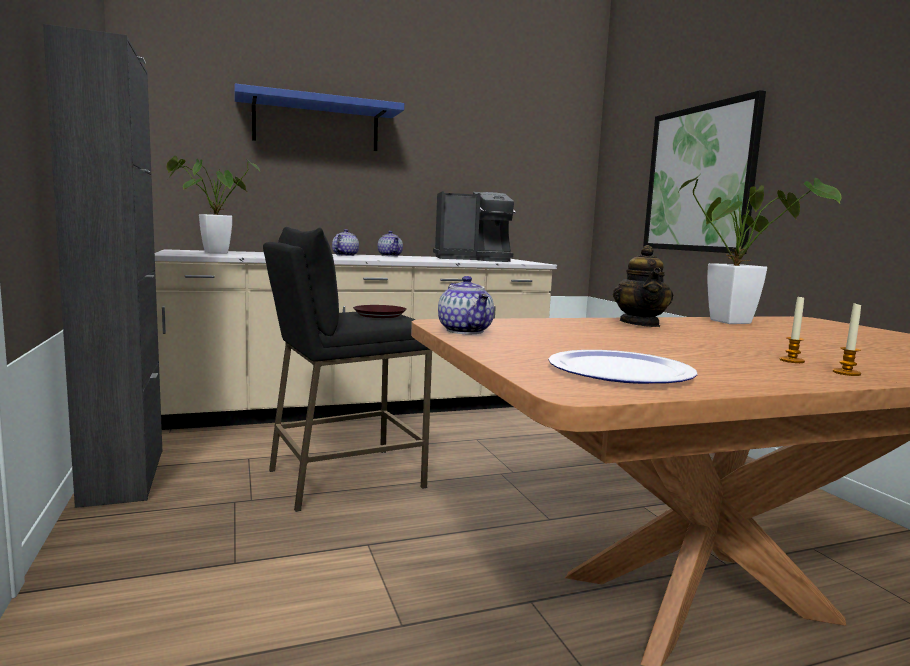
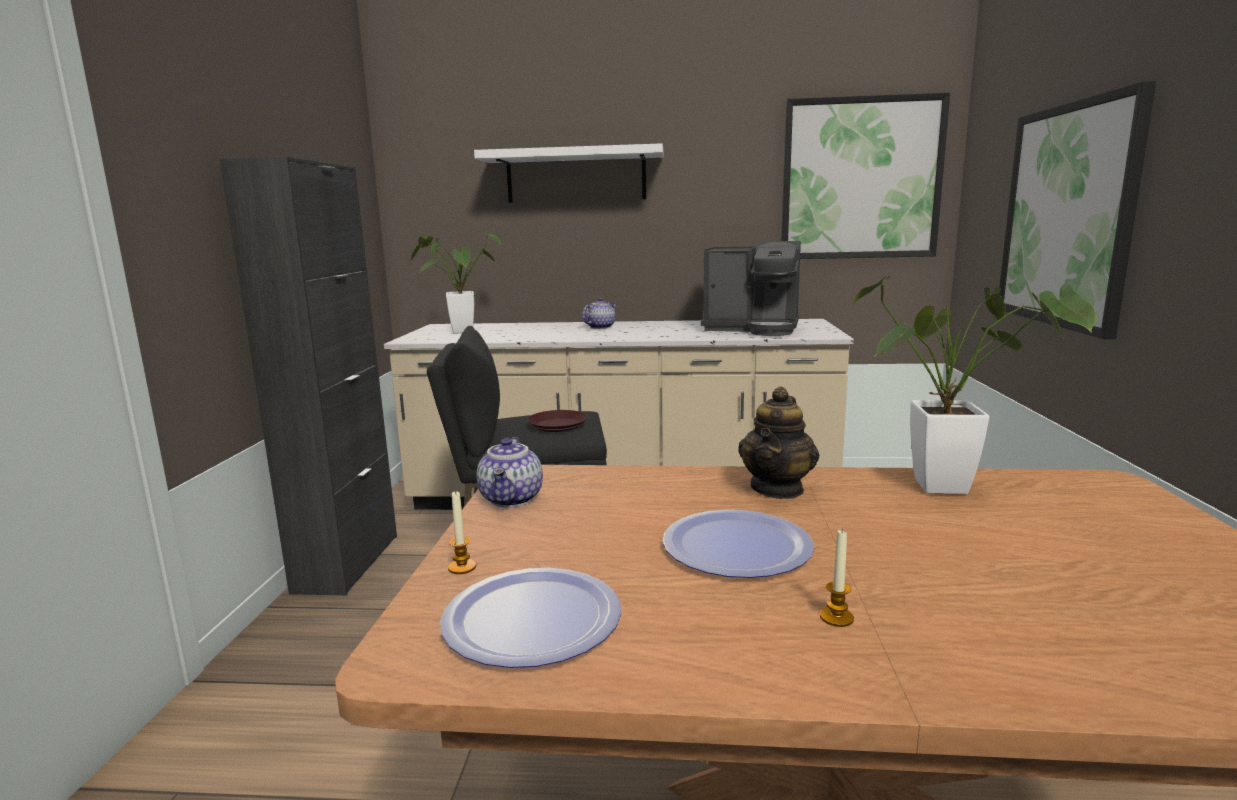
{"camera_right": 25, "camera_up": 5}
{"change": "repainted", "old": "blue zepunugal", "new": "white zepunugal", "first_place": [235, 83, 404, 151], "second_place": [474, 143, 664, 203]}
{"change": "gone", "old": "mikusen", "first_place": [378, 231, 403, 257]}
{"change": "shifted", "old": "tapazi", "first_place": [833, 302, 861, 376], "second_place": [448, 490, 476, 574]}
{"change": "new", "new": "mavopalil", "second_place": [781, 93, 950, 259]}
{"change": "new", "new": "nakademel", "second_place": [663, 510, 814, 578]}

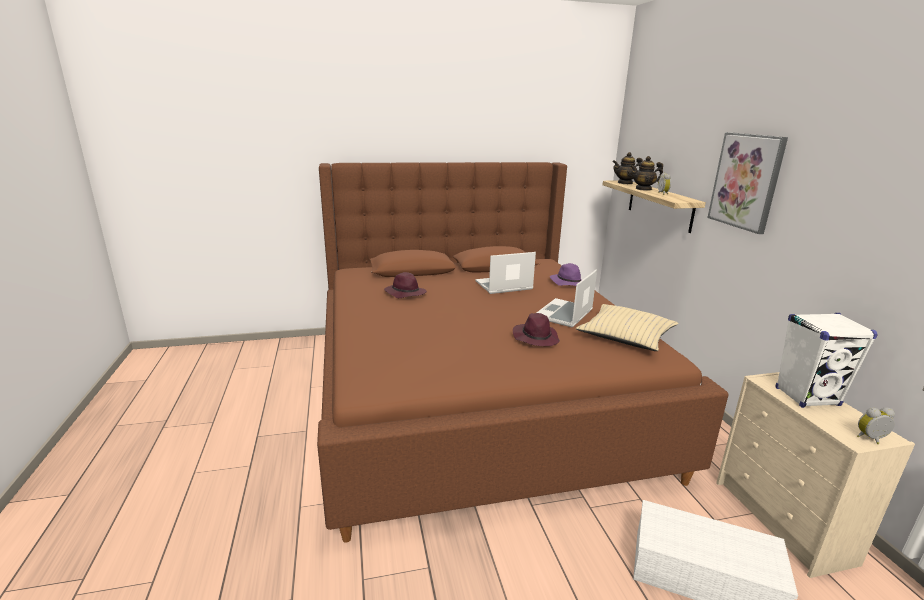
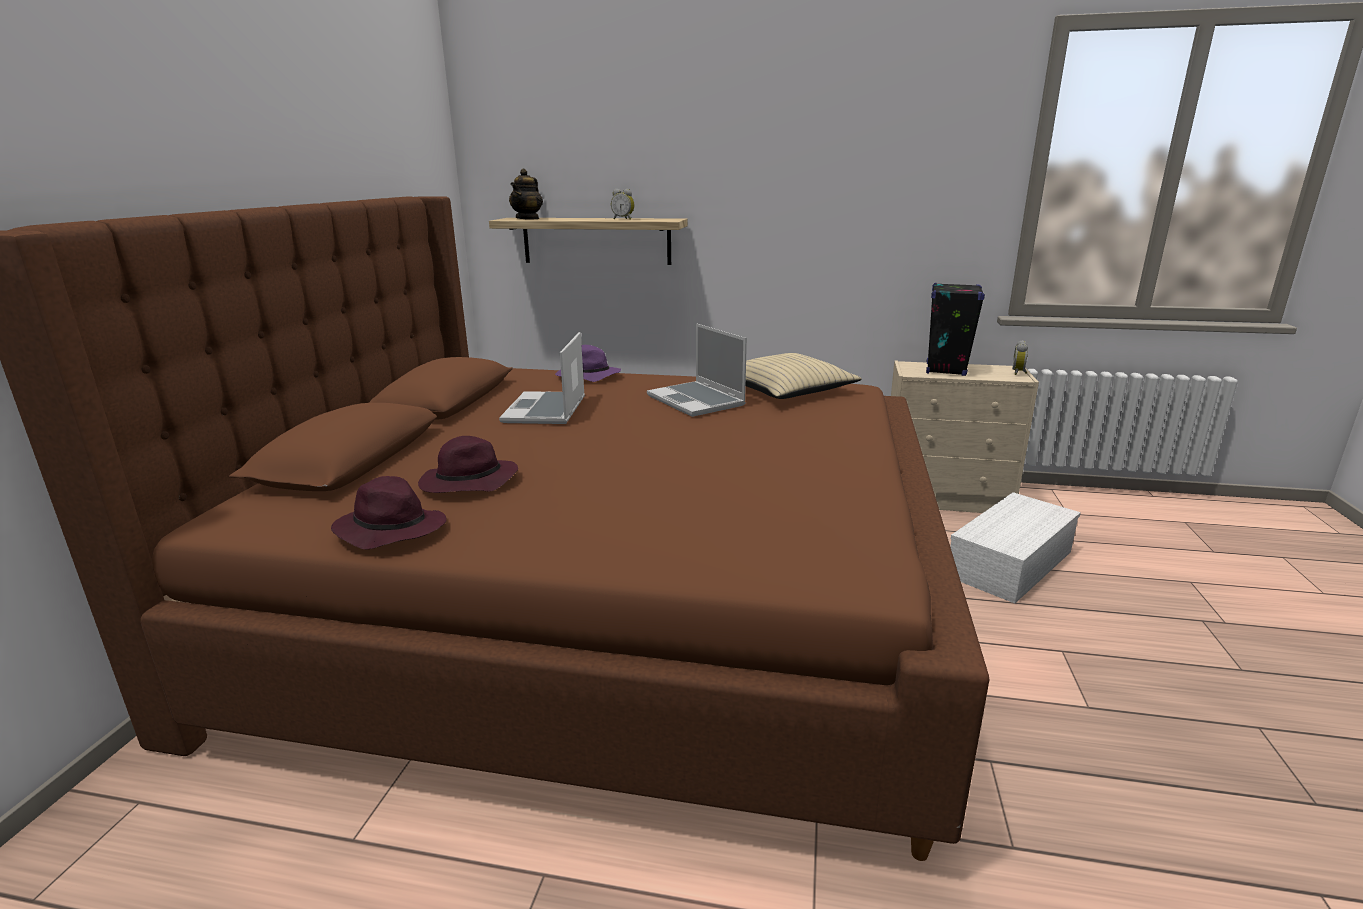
{"camera_right": -65, "camera_up": 0}
{"change": "gone", "old": "mavopalil", "first_place": [707, 132, 788, 234]}
{"change": "gone", "old": "mikusen", "first_place": [630, 156, 663, 191]}
{"change": "shifted", "old": "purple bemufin", "first_place": [513, 313, 560, 346], "second_place": [331, 476, 447, 549]}
{"change": "repainted", "old": "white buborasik", "new": "black buborasik", "first_place": [775, 313, 878, 408], "second_place": [926, 282, 985, 376]}

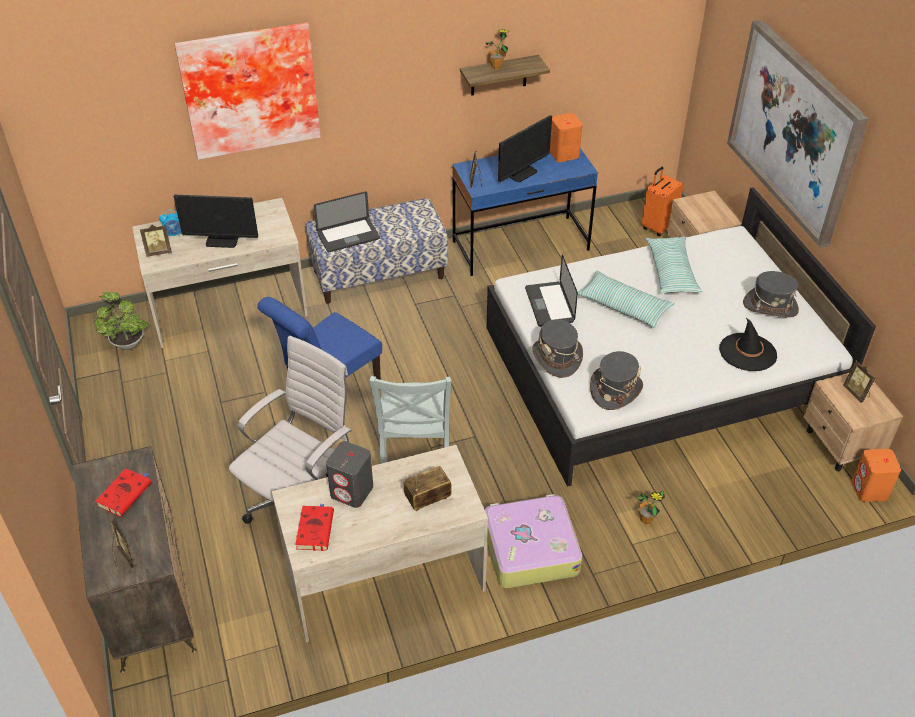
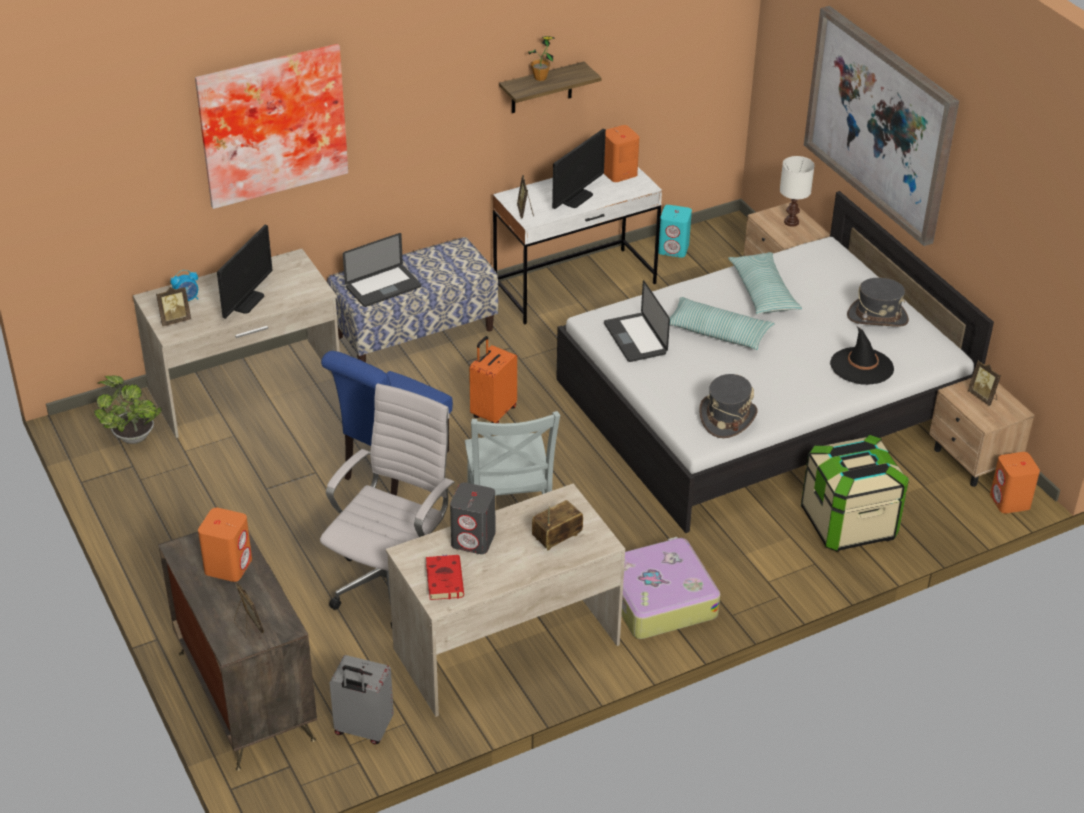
{"camera_right": -10, "camera_up": -5}
{"change": "repainted", "old": "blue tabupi", "new": "white tabupi", "first_place": [452, 148, 598, 276], "second_place": [493, 167, 662, 324]}
{"change": "shifted", "old": "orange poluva", "first_place": [642, 167, 683, 236], "second_place": [469, 336, 517, 423]}
{"change": "rotated", "old": "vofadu", "first_place": [174, 195, 258, 248], "second_place": [217, 225, 273, 319], "degrees": -60}
{"change": "gone", "old": "grey bemufin", "first_place": [532, 319, 583, 378]}
{"change": "swapped", "old": "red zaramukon", "new": "orange buborasik", "first_place": [95, 468, 151, 517], "second_place": [198, 508, 252, 582]}
{"change": "gone", "old": "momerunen", "first_place": [635, 490, 665, 524]}
{"change": "new", "new": "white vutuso", "second_place": [780, 156, 815, 227]}
{"change": "new", "new": "turquoise buborasik", "second_place": [658, 205, 692, 258]}
{"change": "new", "new": "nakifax", "second_place": [801, 435, 909, 552]}
{"change": "new", "new": "grey poluva", "second_place": [330, 655, 394, 744]}

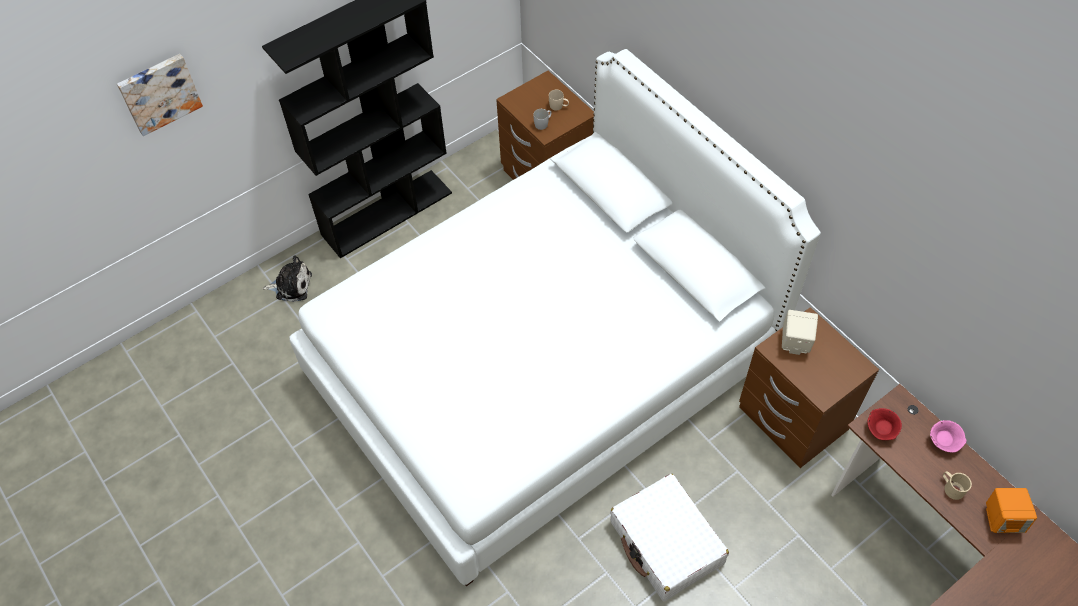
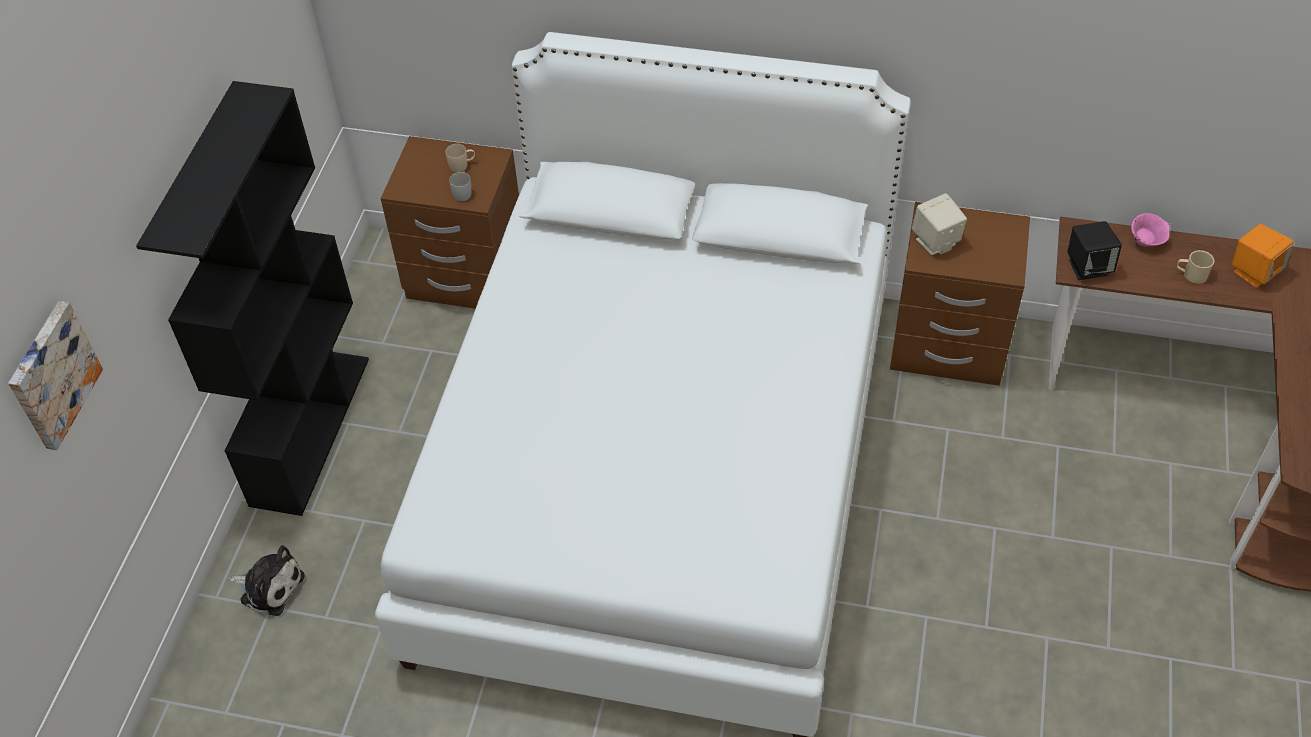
{"camera_right": -40, "camera_up": -5}
{"change": "rotated", "old": "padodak", "first_place": [263, 255, 312, 302], "second_place": [229, 545, 305, 616], "degrees": 60}
{"change": "swapped", "old": "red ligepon", "new": "black buborasik", "first_place": [867, 408, 902, 440], "second_place": [1067, 221, 1122, 280]}
{"change": "gone", "old": "white poluva", "first_place": [610, 474, 729, 601]}

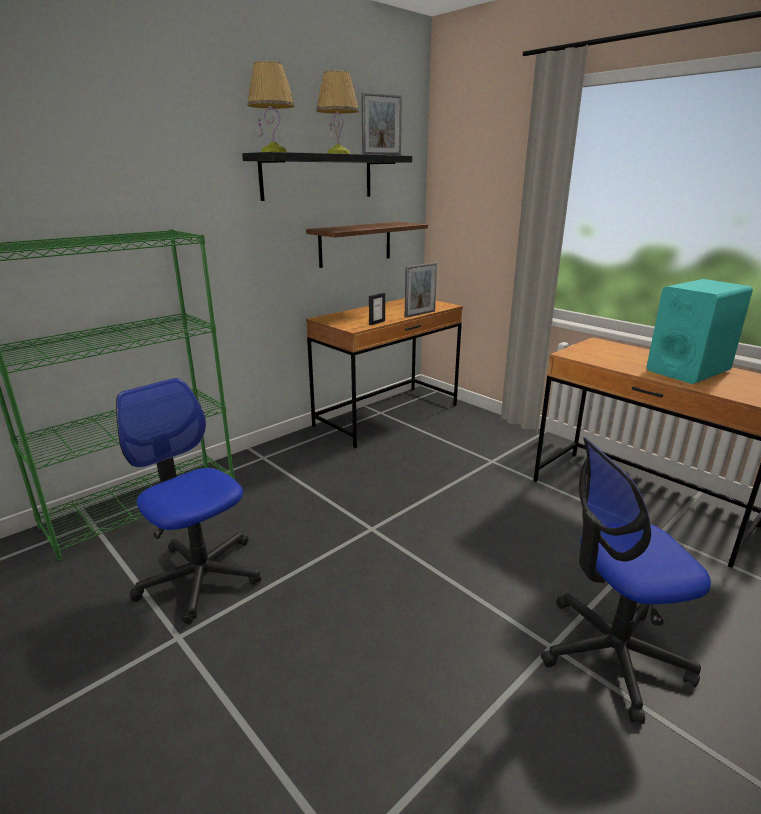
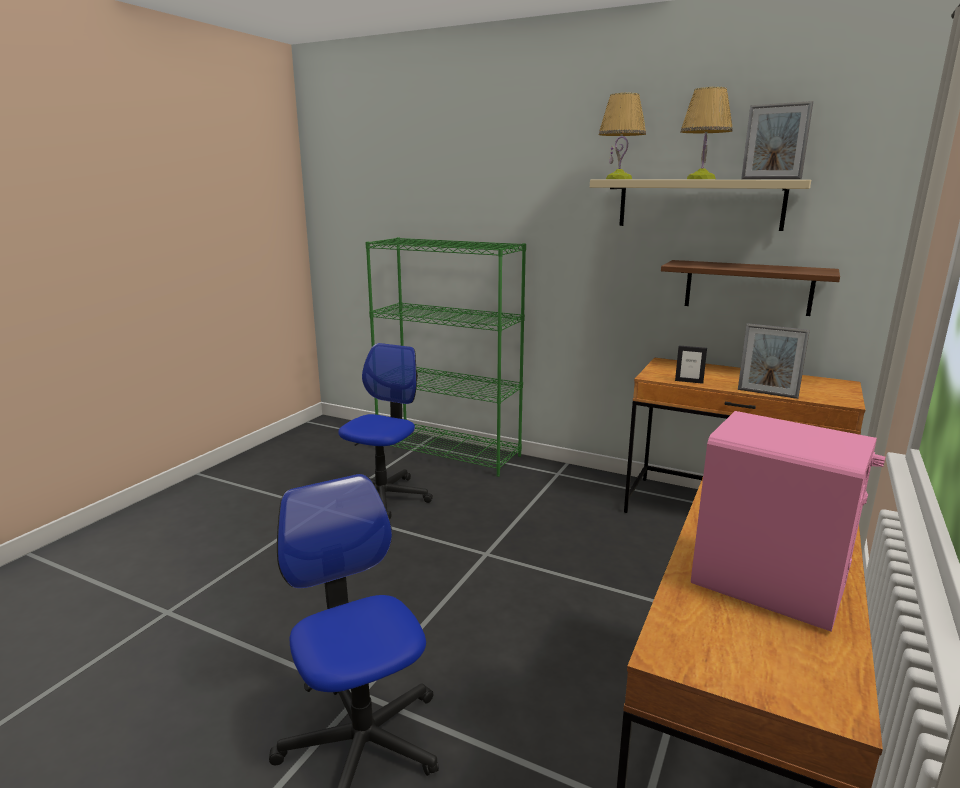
{"camera_right": 70, "camera_up": -5}
{"change": "repainted", "old": "black zepunugal", "new": "beige zepunugal", "first_place": [242, 152, 412, 201], "second_place": [590, 180, 811, 231]}
{"change": "repainted", "old": "turquoise buborasik", "new": "pink buborasik", "first_place": [647, 279, 753, 384], "second_place": [691, 411, 885, 632]}

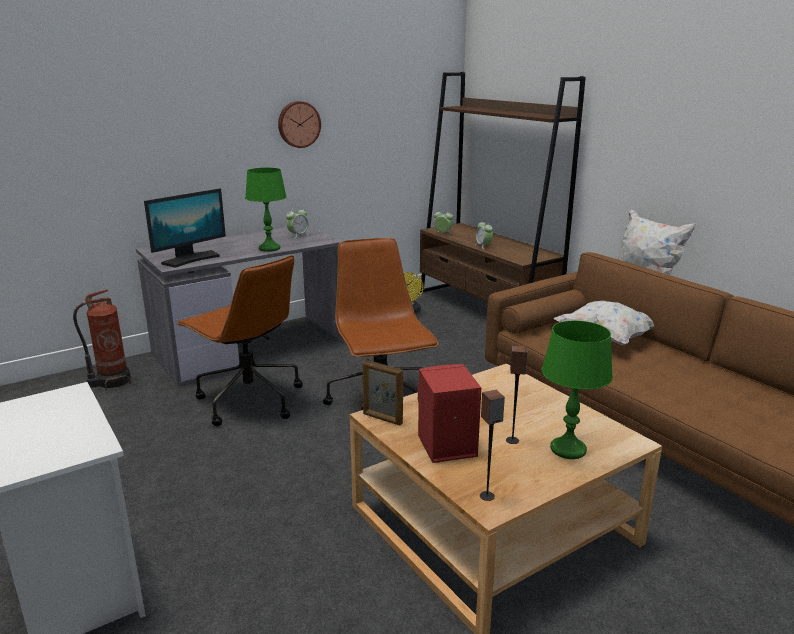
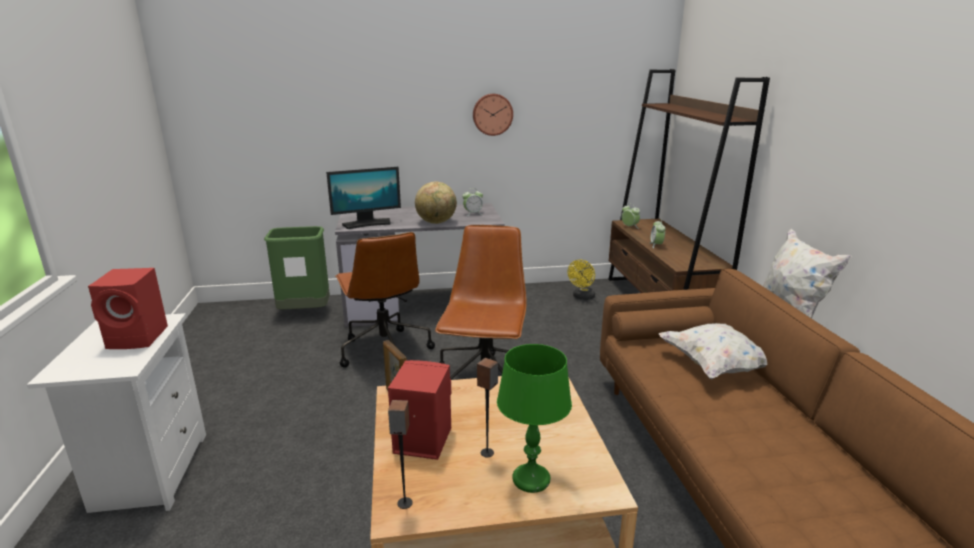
{"camera_right": 25, "camera_up": 0}
{"change": "swapped", "old": "green vutuso", "new": "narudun", "first_place": [245, 168, 287, 252], "second_place": [415, 182, 457, 224]}
{"change": "swapped", "old": "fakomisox", "new": "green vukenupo", "first_place": [73, 290, 131, 390], "second_place": [264, 226, 330, 309]}
{"change": "new", "new": "red buborasik", "second_place": [88, 268, 168, 349]}

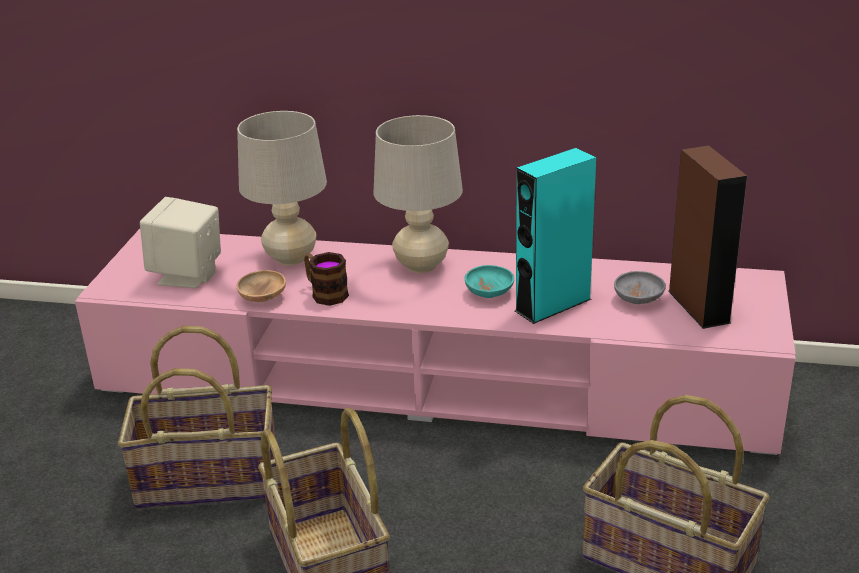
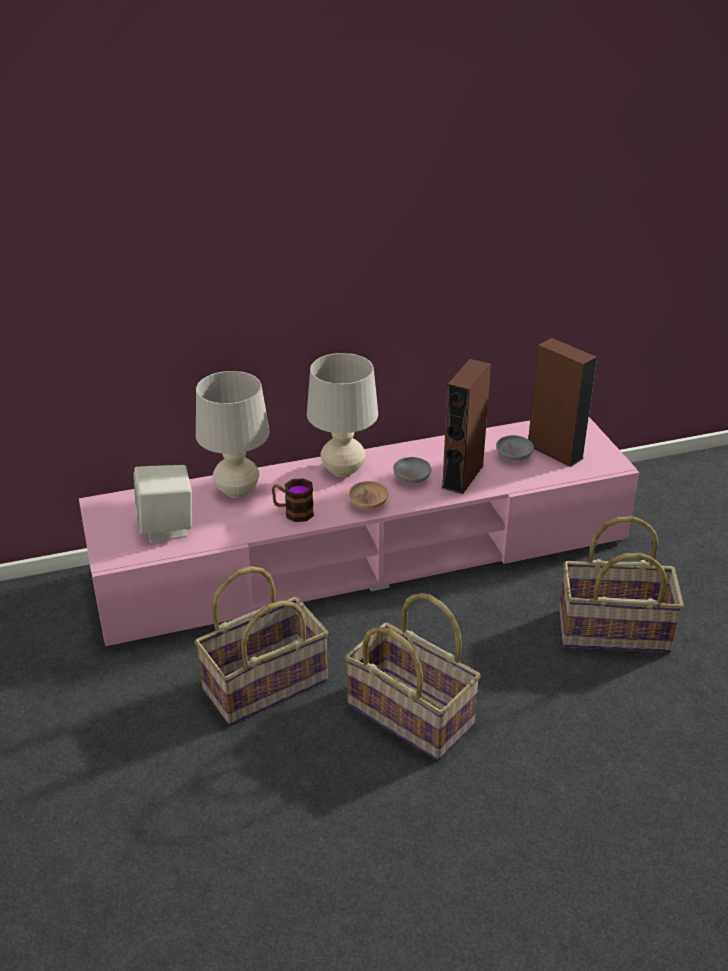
{"camera_right": -30, "camera_up": 5}
{"change": "repainted", "old": "turquoise buborasik", "new": "brown buborasik", "first_place": [515, 148, 596, 324], "second_place": [442, 359, 491, 494]}
{"change": "repainted", "old": "turquoise ligepon", "new": "grey ligepon", "first_place": [465, 265, 514, 298], "second_place": [393, 457, 431, 484]}
{"change": "shifted", "old": "brown ligepon", "first_place": [237, 270, 286, 302], "second_place": [349, 481, 388, 509]}

